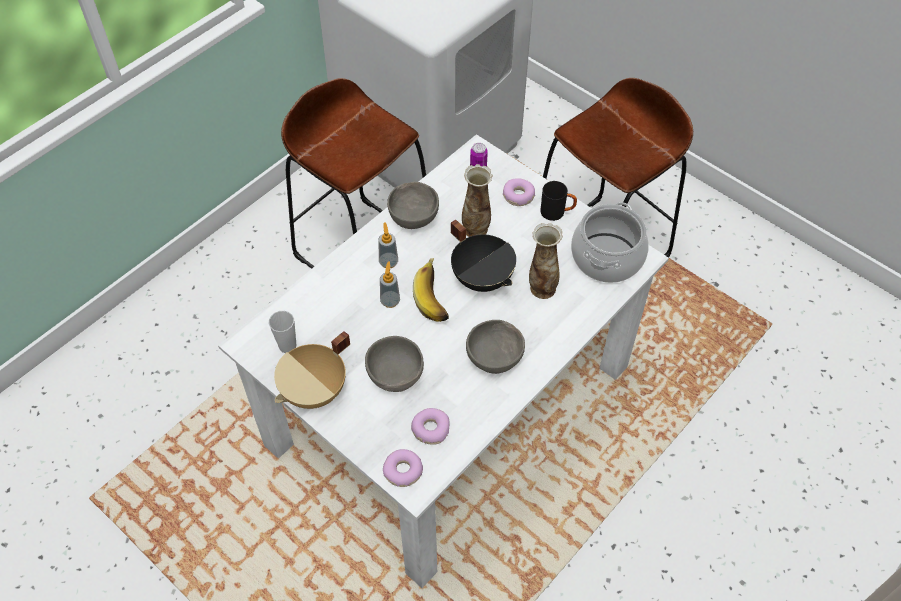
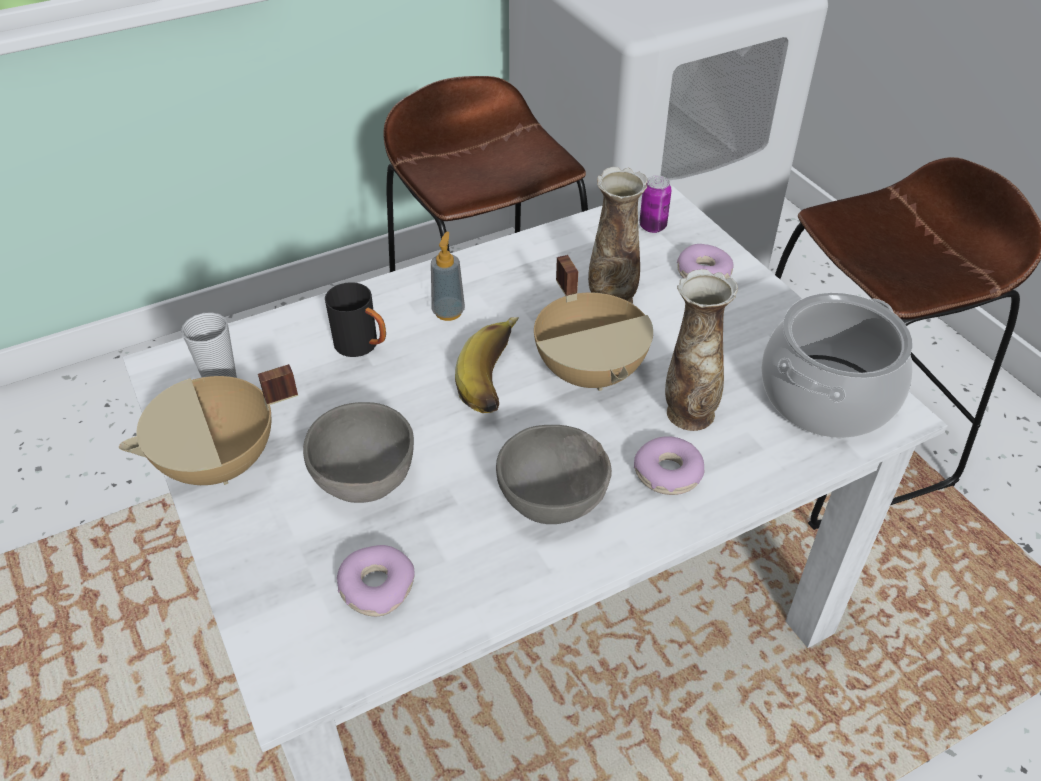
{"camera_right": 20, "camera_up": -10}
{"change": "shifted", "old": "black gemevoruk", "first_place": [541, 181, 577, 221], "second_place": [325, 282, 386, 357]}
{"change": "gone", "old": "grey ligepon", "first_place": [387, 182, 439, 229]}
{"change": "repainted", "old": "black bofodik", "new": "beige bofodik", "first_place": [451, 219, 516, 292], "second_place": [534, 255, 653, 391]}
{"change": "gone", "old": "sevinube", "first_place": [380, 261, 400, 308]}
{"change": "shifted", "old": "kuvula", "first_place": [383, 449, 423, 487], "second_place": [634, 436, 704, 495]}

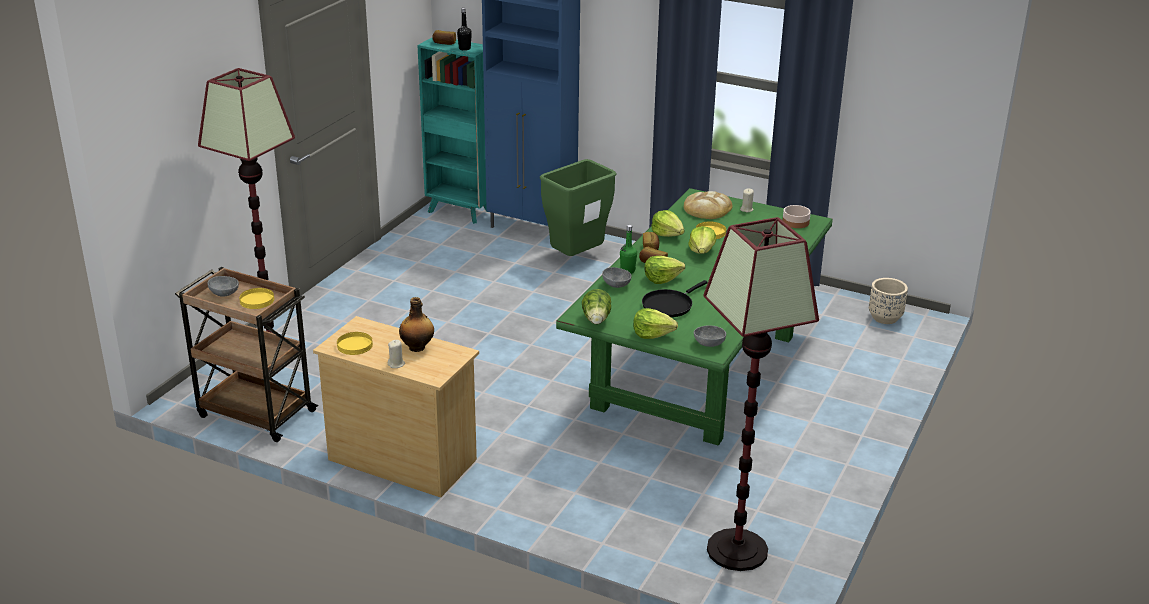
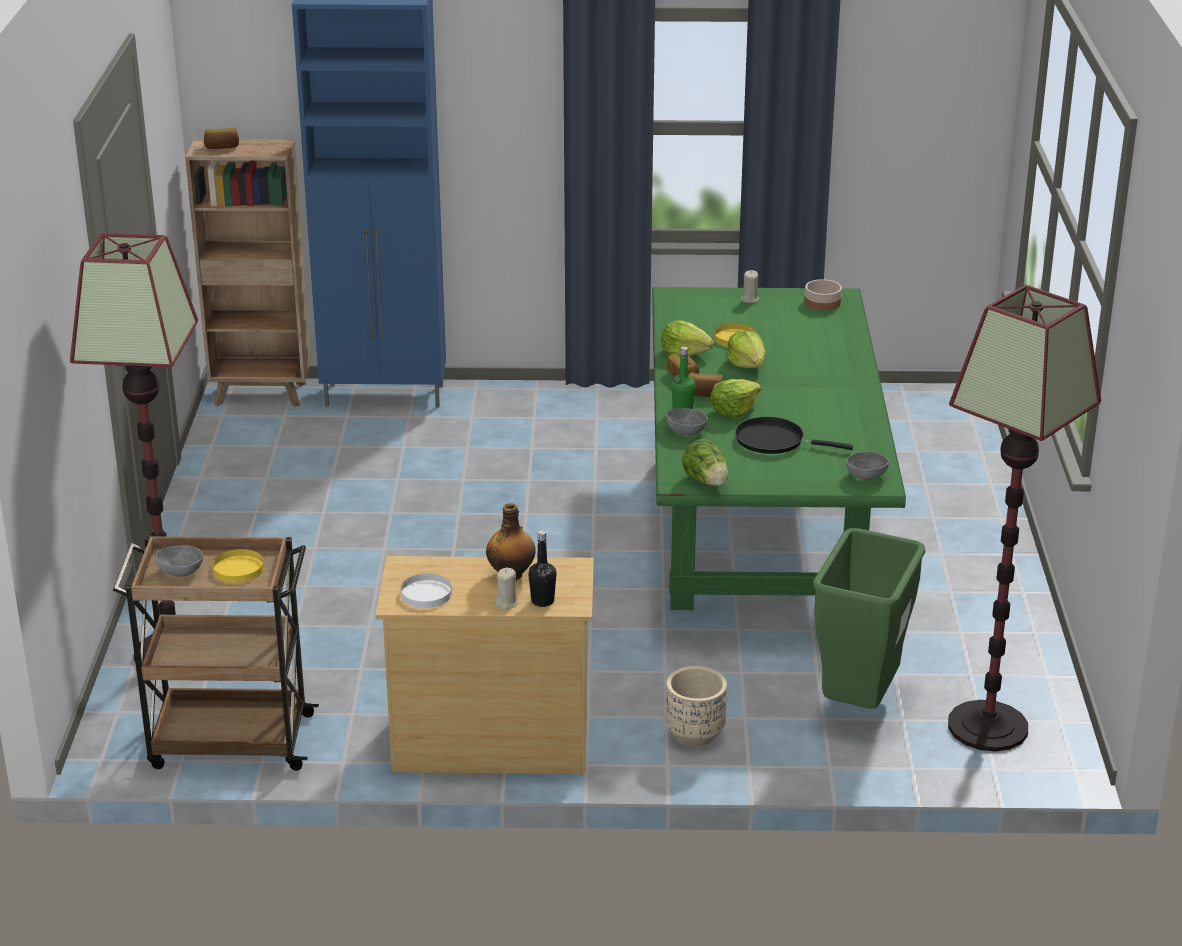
{"camera_right": -25, "camera_up": 0}
{"change": "shifted", "old": "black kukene", "first_place": [457, 8, 472, 51], "second_place": [528, 530, 557, 607]}
{"change": "repainted", "old": "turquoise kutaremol", "new": "brown kutaremol", "first_place": [417, 38, 488, 224], "second_place": [185, 139, 311, 407]}
{"change": "shifted", "old": "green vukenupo", "first_place": [540, 159, 616, 256], "second_place": [813, 528, 925, 709]}
{"change": "gone", "old": "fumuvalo", "first_place": [684, 191, 733, 219]}
{"change": "shifted", "old": "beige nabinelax", "first_place": [869, 278, 908, 324], "second_place": [665, 666, 727, 747]}
{"change": "rotated", "old": "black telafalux", "first_place": [642, 280, 708, 317], "second_place": [735, 417, 853, 454], "degrees": 90}
{"change": "gone", "old": "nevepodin", "first_place": [633, 308, 678, 339]}
{"change": "repainted", "old": "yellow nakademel", "new": "white nakademel", "first_place": [337, 332, 373, 355], "second_place": [400, 574, 452, 608]}

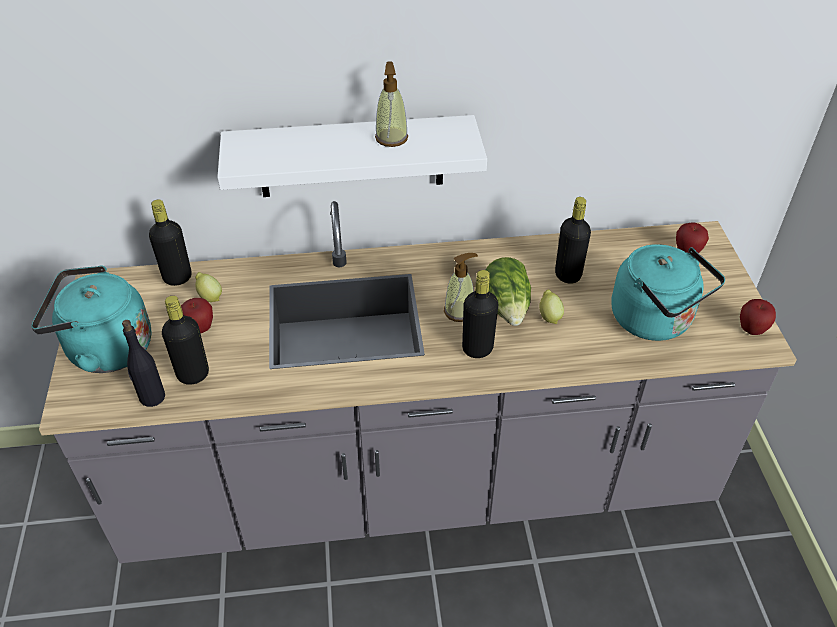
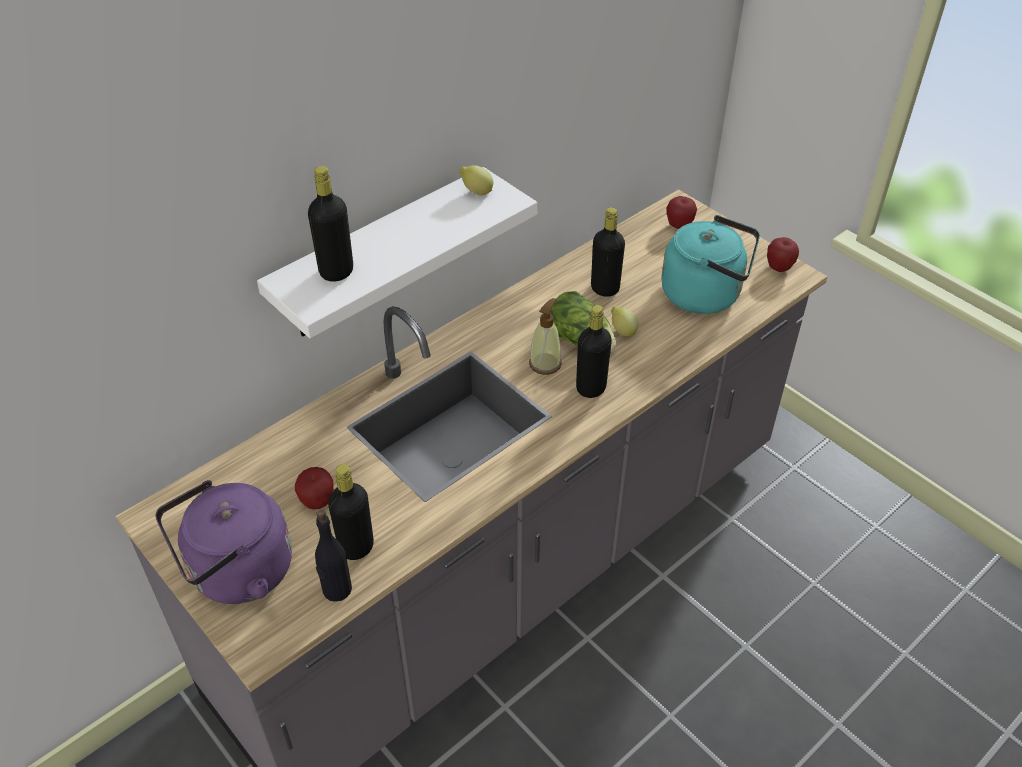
{"camera_right": -35, "camera_up": 0}
{"change": "gone", "old": "sevinube", "first_place": [375, 61, 408, 147]}
{"change": "shifted", "old": "black kukene", "first_place": [149, 200, 192, 286], "second_place": [308, 166, 353, 282]}
{"change": "repainted", "old": "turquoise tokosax", "new": "purple tokosax", "first_place": [31, 265, 151, 373], "second_place": [156, 480, 292, 604]}
{"change": "shifted", "old": "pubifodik", "first_place": [195, 272, 222, 302], "second_place": [459, 165, 493, 196]}

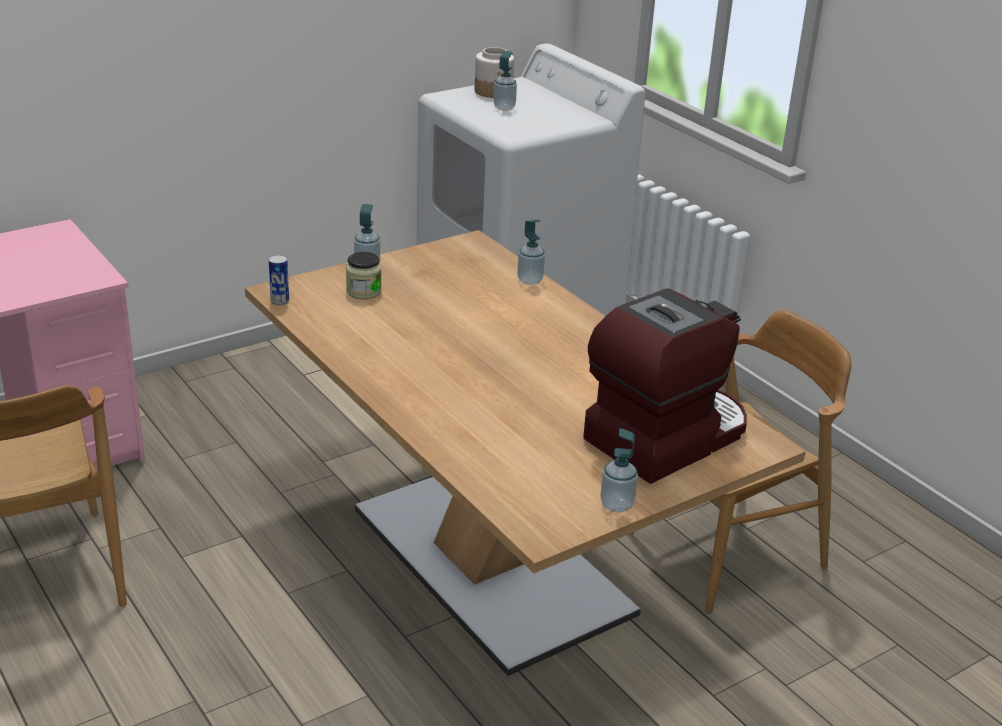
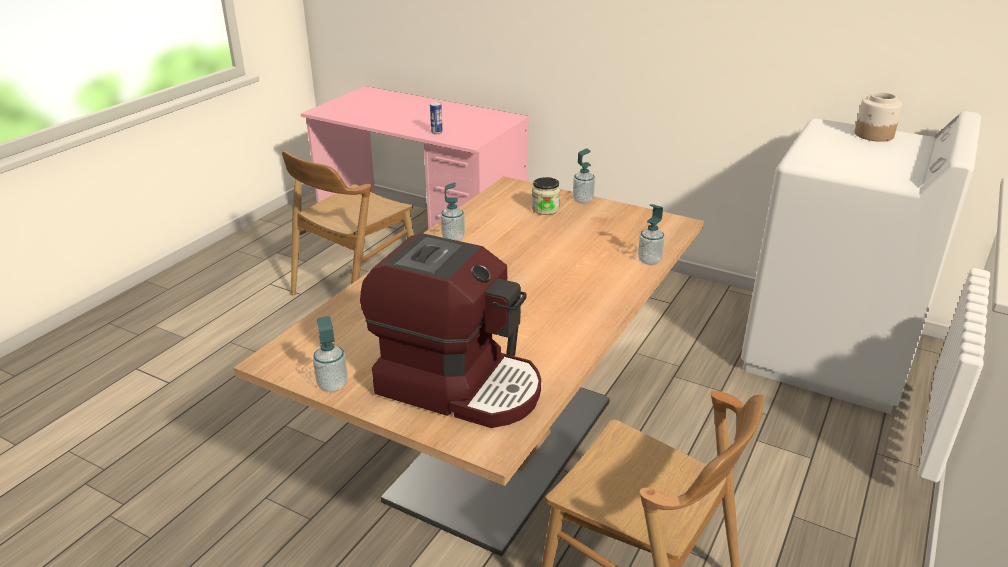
{"camera_right": 65, "camera_up": 0}
{"change": "shifted", "old": "sevinube", "first_place": [493, 51, 517, 111], "second_place": [441, 183, 465, 241]}
{"change": "shifted", "old": "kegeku", "first_place": [269, 255, 289, 305], "second_place": [430, 102, 443, 134]}

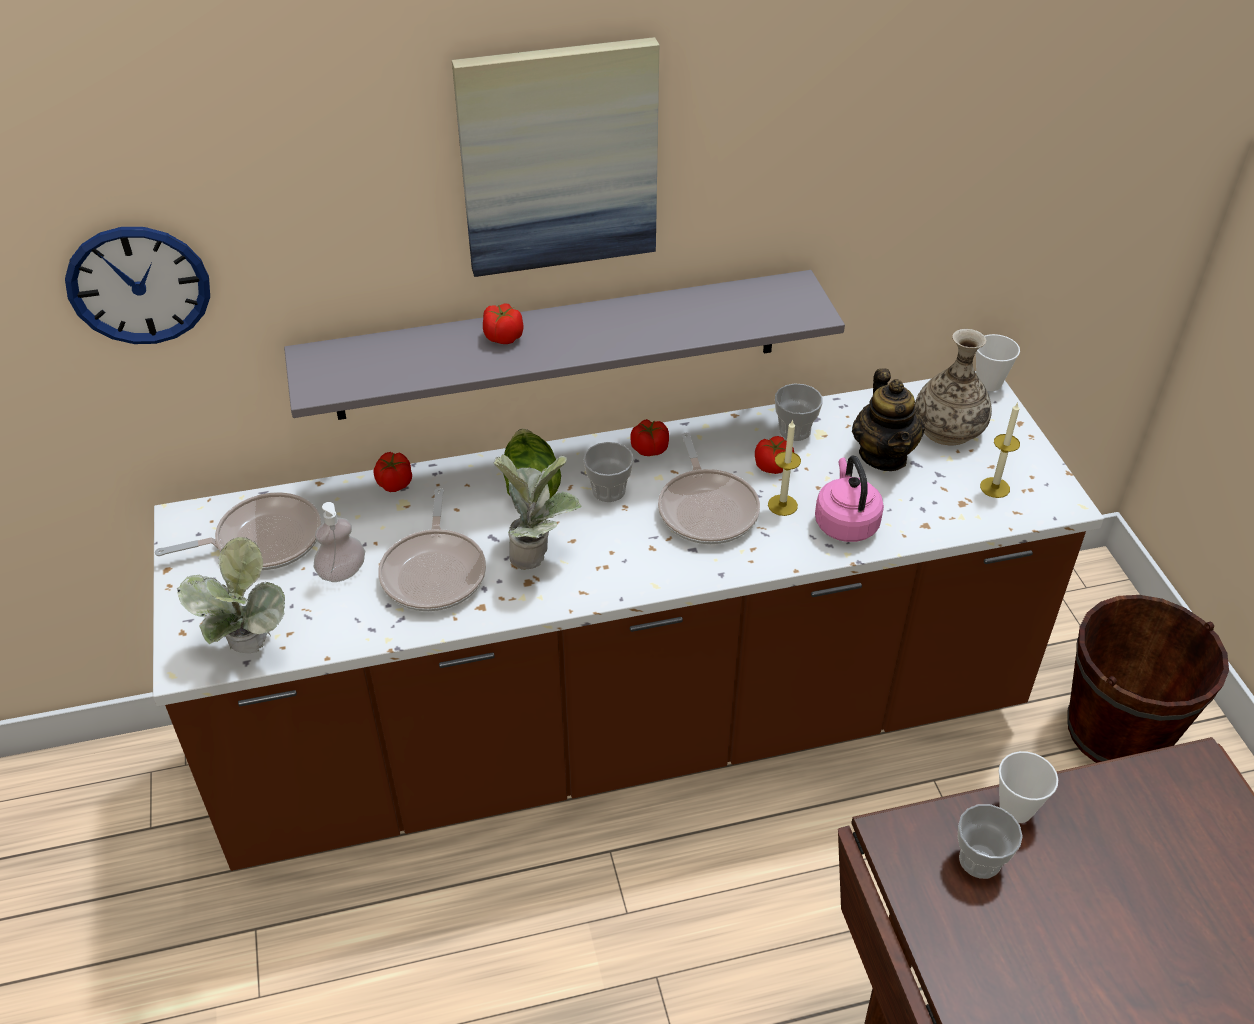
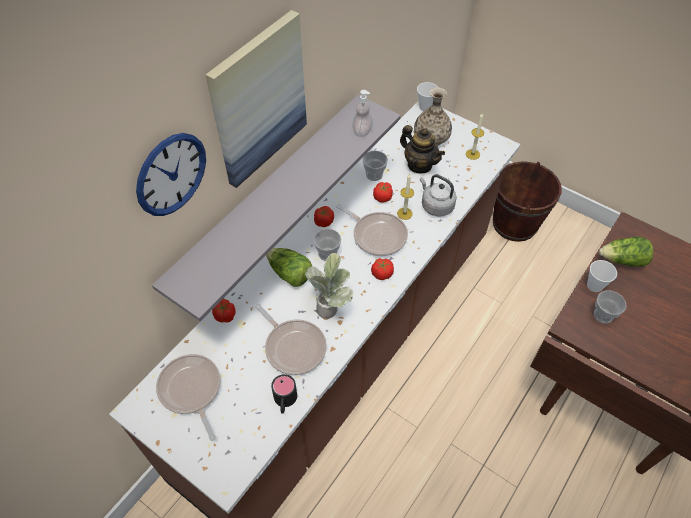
{"camera_right": -40, "camera_up": 10}
{"change": "shifted", "old": "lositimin", "first_place": [65, 227, 210, 344], "second_place": [136, 133, 206, 216]}
{"change": "shifted", "old": "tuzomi", "first_place": [483, 303, 523, 344], "second_place": [371, 258, 394, 280]}
{"change": "repainted", "old": "pink tokosax", "new": "grey tokosax", "first_place": [815, 456, 884, 542], "second_place": [420, 174, 457, 217]}
{"change": "rotated", "old": "telafalux", "first_place": [155, 492, 321, 570], "second_place": [156, 354, 221, 441], "degrees": -60}
{"change": "shifted", "old": "sevinube", "first_place": [314, 502, 365, 582], "second_place": [352, 90, 373, 137]}
{"change": "gone", "old": "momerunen", "first_place": [176, 537, 285, 653]}
{"change": "new", "new": "nevepodin", "second_place": [599, 237, 653, 267]}
{"change": "new", "new": "black gemevoruk", "second_place": [271, 374, 297, 414]}

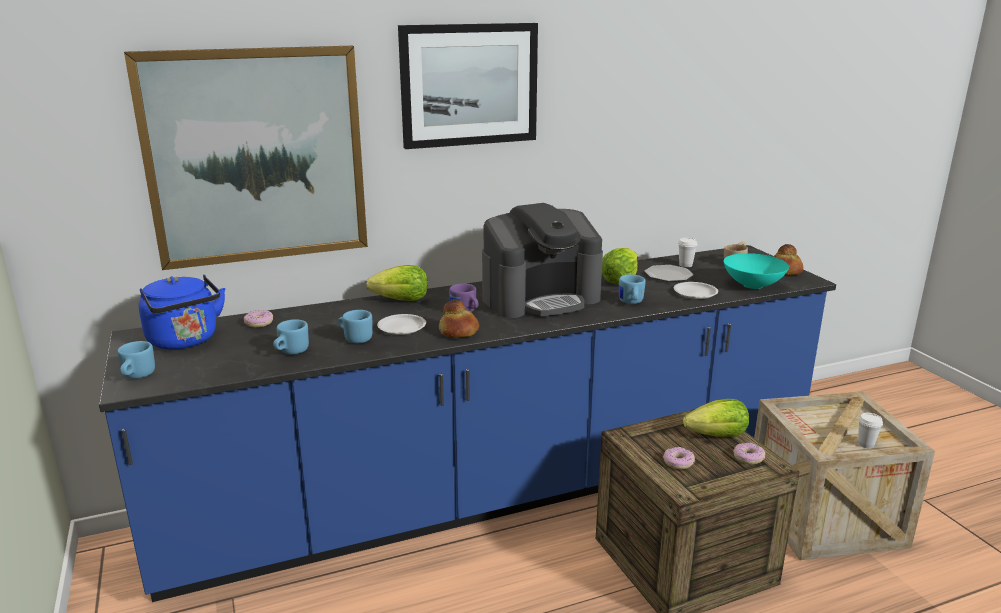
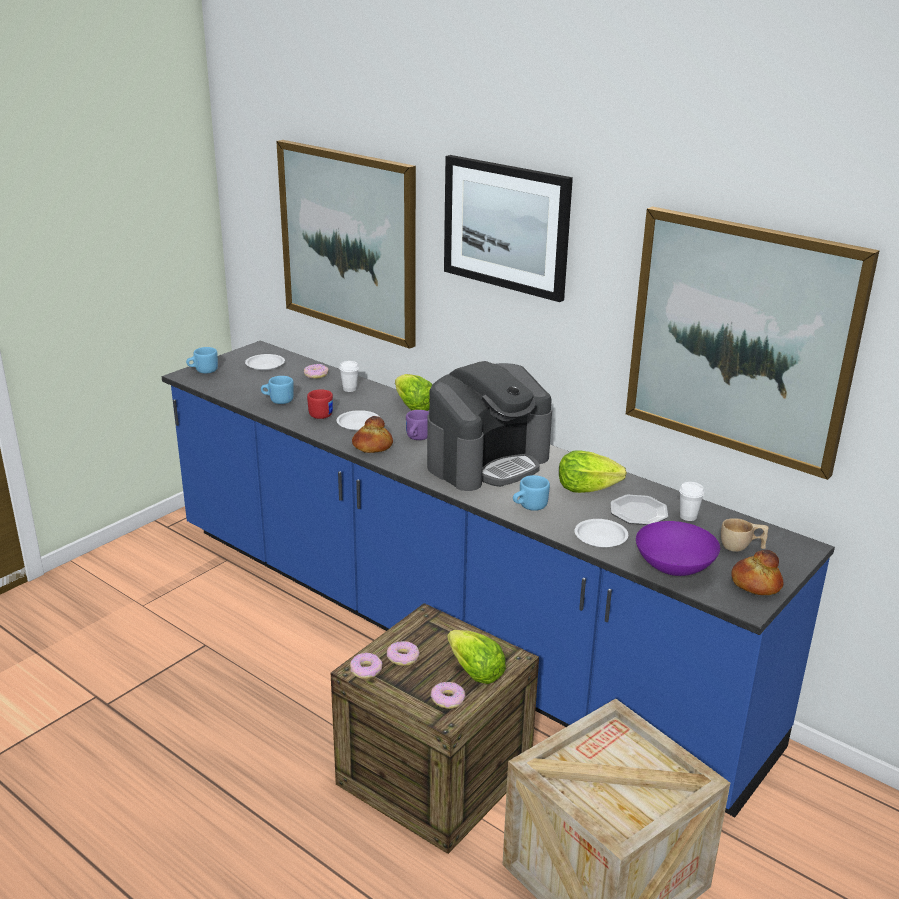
{"camera_right": 60, "camera_up": 5}
{"change": "rotated", "old": "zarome", "first_place": [482, 203, 603, 318], "second_place": [427, 361, 552, 491], "degrees": -75}
{"change": "repainted", "old": "turquoise ligepon", "new": "purple ligepon", "first_place": [724, 253, 789, 289], "second_place": [636, 521, 720, 576]}
{"change": "swapped", "old": "blue tokosax", "new": "white nakademel", "first_place": [138, 275, 225, 350], "second_place": [245, 354, 285, 370]}
{"change": "repainted", "old": "blue gemevoruk", "new": "red gemevoruk", "first_place": [338, 310, 373, 343], "second_place": [307, 389, 333, 419]}
{"change": "shifted", "old": "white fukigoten", "first_place": [858, 413, 883, 448], "second_place": [339, 361, 359, 392]}
{"change": "new", "new": "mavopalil", "second_place": [626, 206, 880, 480]}
{"change": "new", "new": "kuvula", "second_place": [350, 653, 382, 679]}

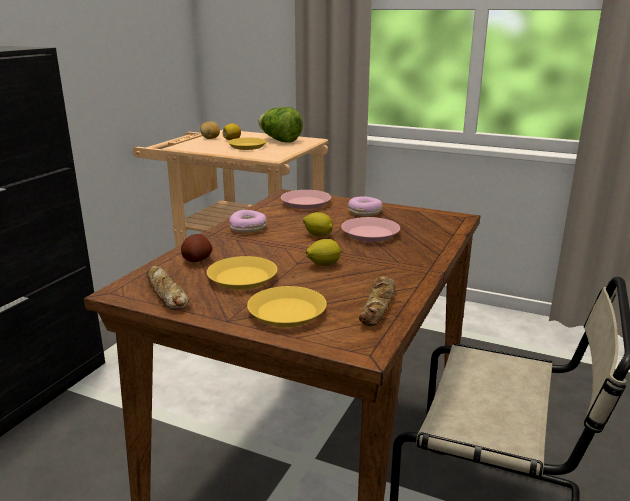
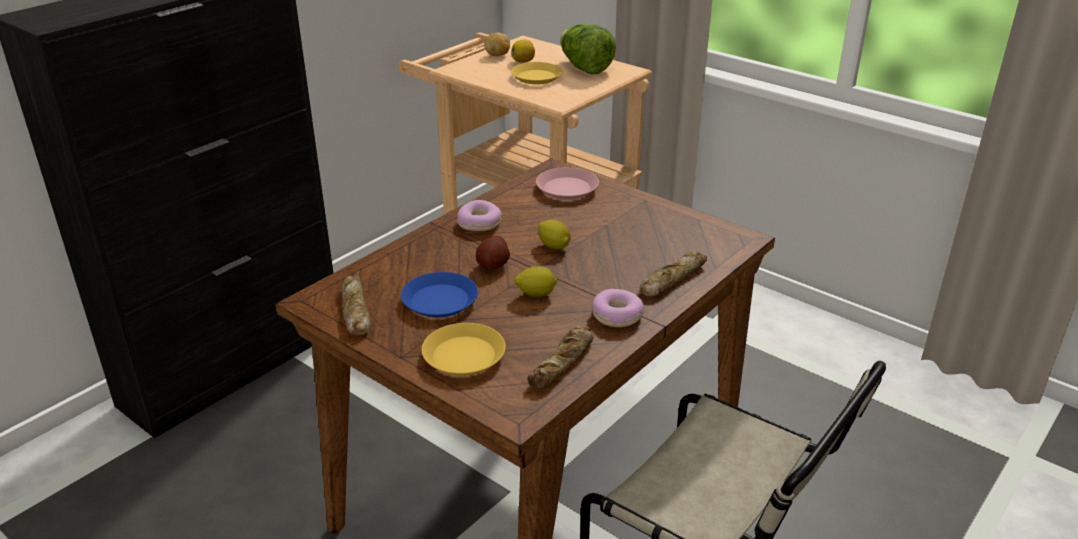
{"camera_right": 15, "camera_up": 10}
{"change": "shifted", "old": "kuvula", "first_place": [348, 196, 383, 216], "second_place": [591, 289, 644, 327]}
{"change": "gone", "old": "pink nakademel", "first_place": [341, 217, 400, 242]}
{"change": "shifted", "old": "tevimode", "first_place": [181, 234, 212, 262], "second_place": [476, 236, 510, 270]}
{"change": "repainted", "old": "yellow nakademel", "new": "blue nakademel", "first_place": [207, 256, 277, 290], "second_place": [401, 272, 478, 318]}
{"change": "new", "new": "fumuvalo", "second_place": [640, 251, 707, 297]}

